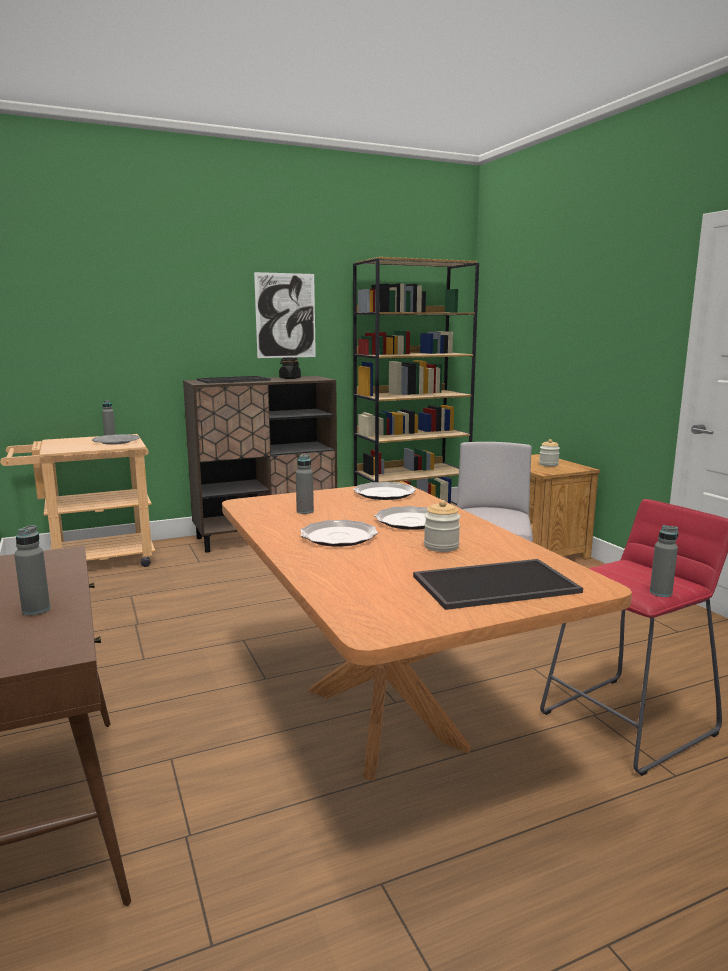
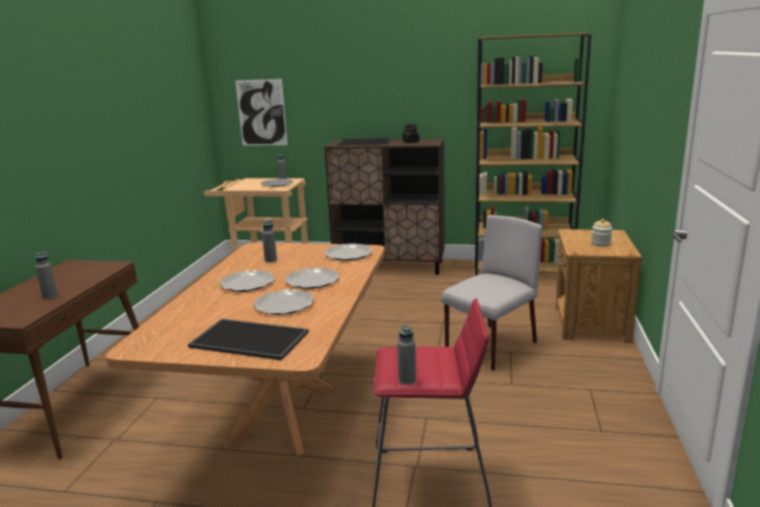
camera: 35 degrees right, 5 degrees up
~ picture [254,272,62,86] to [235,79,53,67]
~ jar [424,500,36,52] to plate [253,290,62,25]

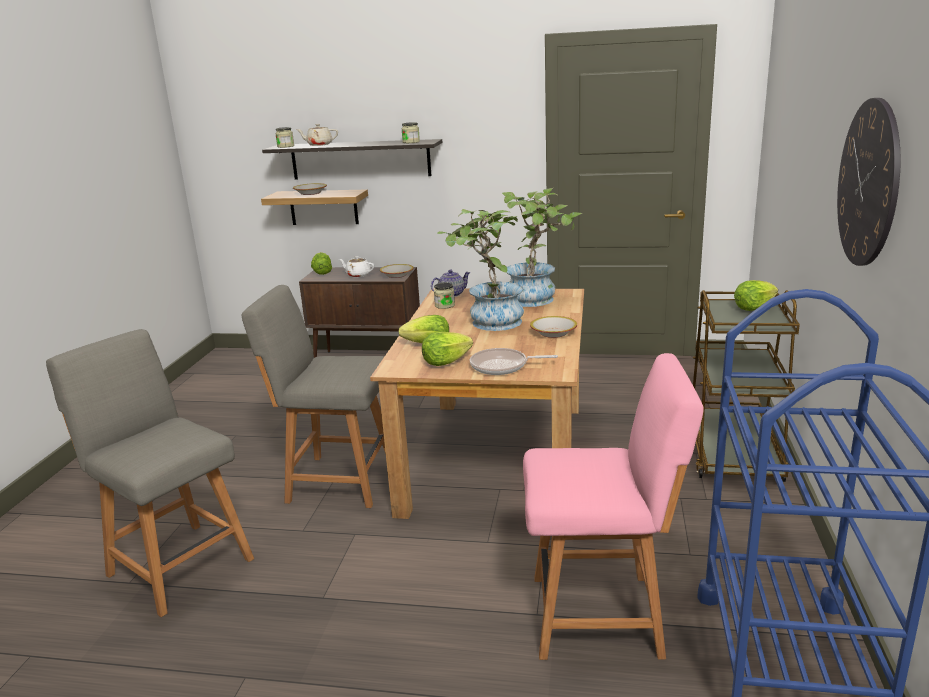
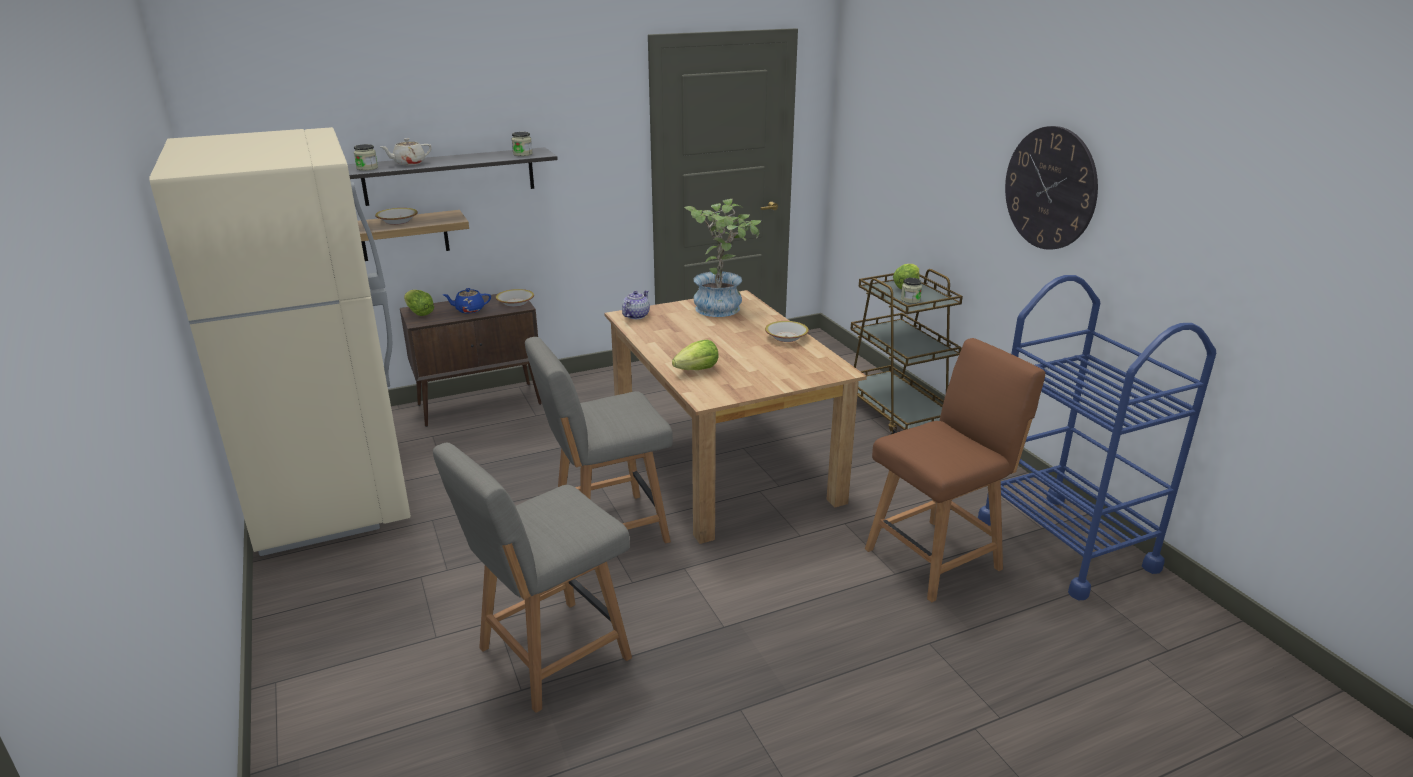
camera: 35 degrees left, 5 degrees up
~ chair (grey) [46,329,208,288] = [433,442,199,271] 45 degrees counterclockwise
~ teapot (white) [339,256,35,22] to teapot (blue) [443,288,48,25]
- lettuce [422,332,51,34]
~ jar [434,283,21,26] to [901,278,21,25]
- potted plant [437,209,87,122]
- frying pan [470,348,88,27]
~ chair (pink) [523,353,181,307] to chair (brown) [865,338,180,264]
+ fridge (beige) [149,127,262,429]

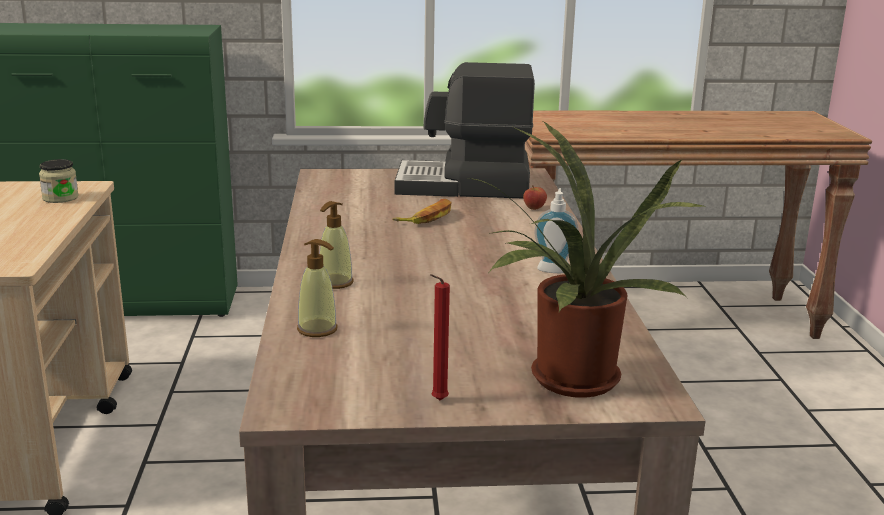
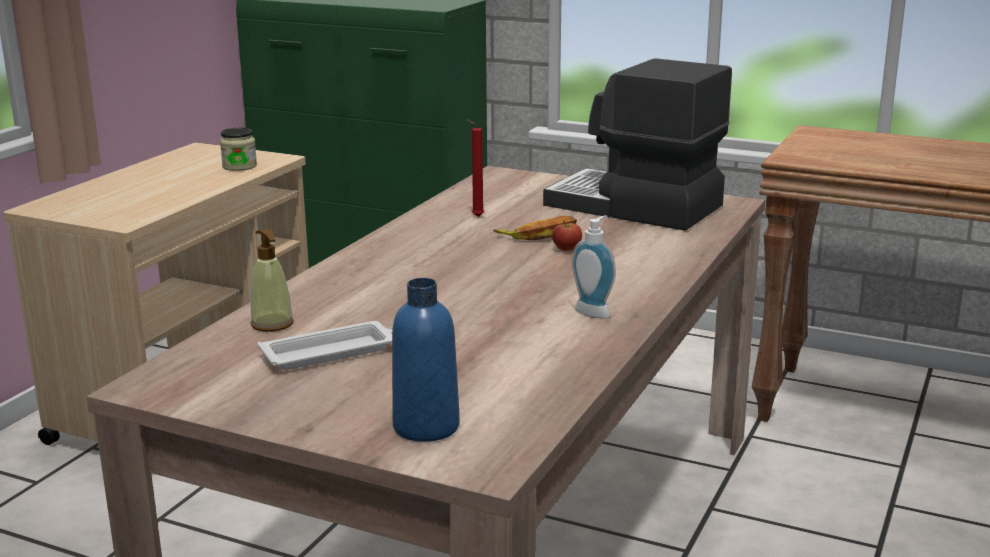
camera: 30 degrees right, 0 degrees up
- soap dispenser [319,201,34,88]
~ candle (red) [430,274,20,126] to [466,119,18,98]
~ potted plant [468,120,238,278] to bottle (blue) [392,278,68,164]
~ apple [523,185,24,25] to [552,220,30,31]
+ tray (white) [258,321,134,49]

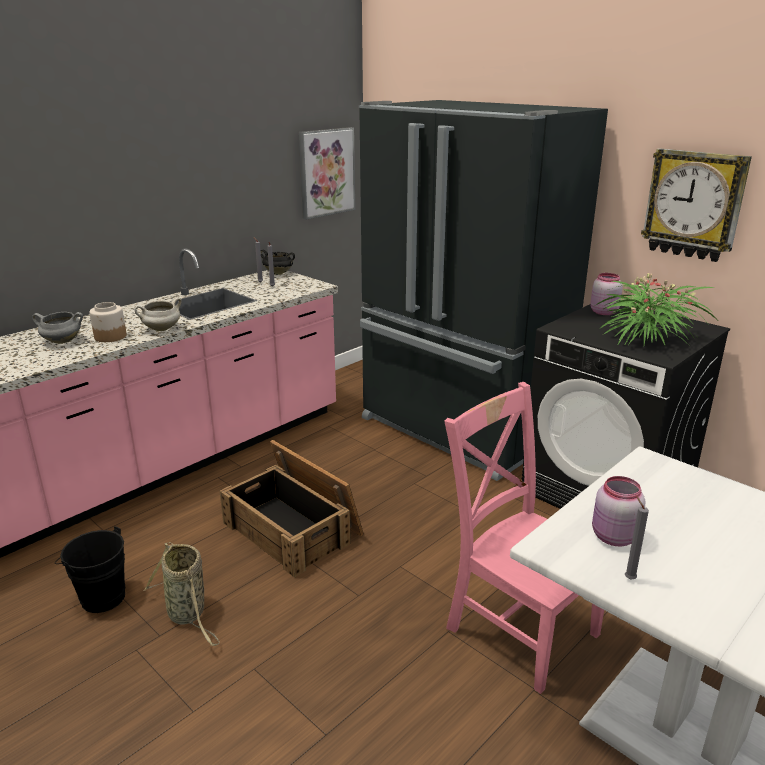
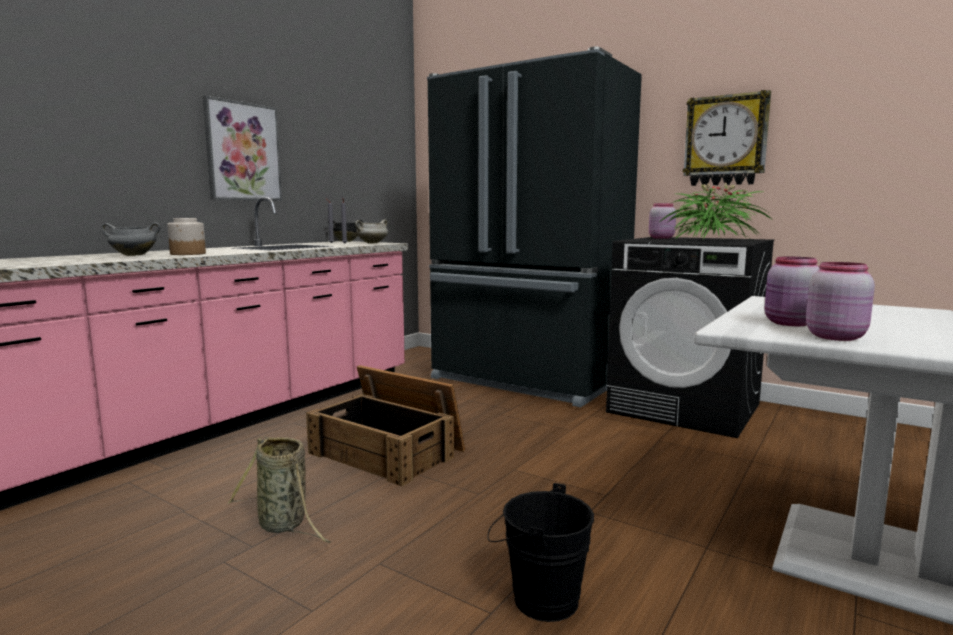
camera: 10 degrees left, 15 degrees down
~ bucket (black) [55,526,70,87] to [487,483,107,139]
~ cooking pot (white) [134,298,48,33] to [355,219,33,25]
~ picture [299,127,56,93] to [203,96,79,105]
- chair (pink) [444,382,160,312]
~ candle (grey) [625,496,24,83] to jar (pink) [806,262,69,79]

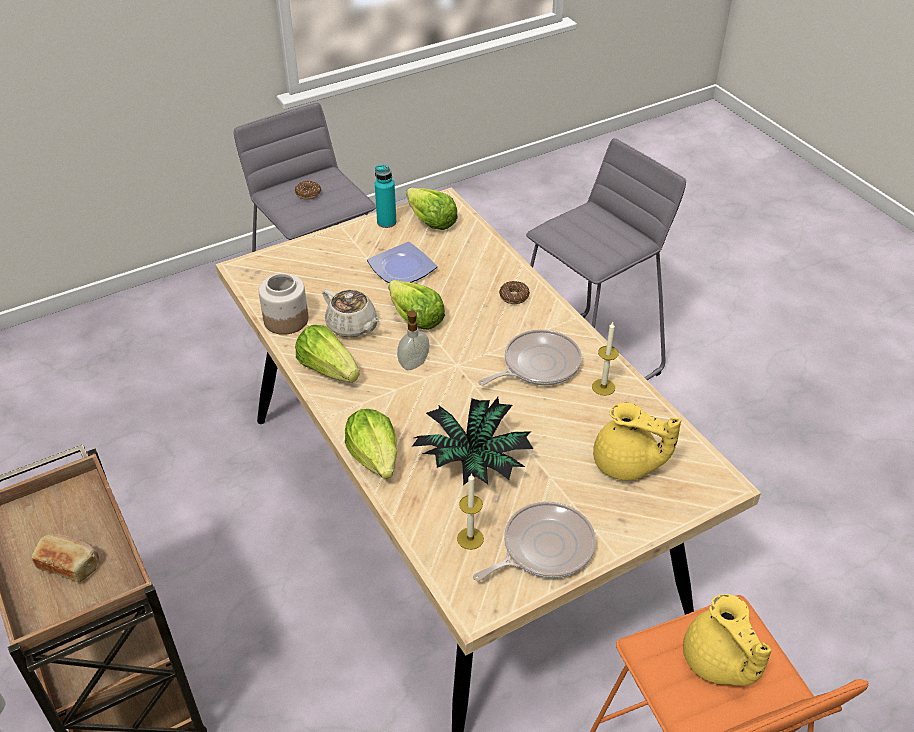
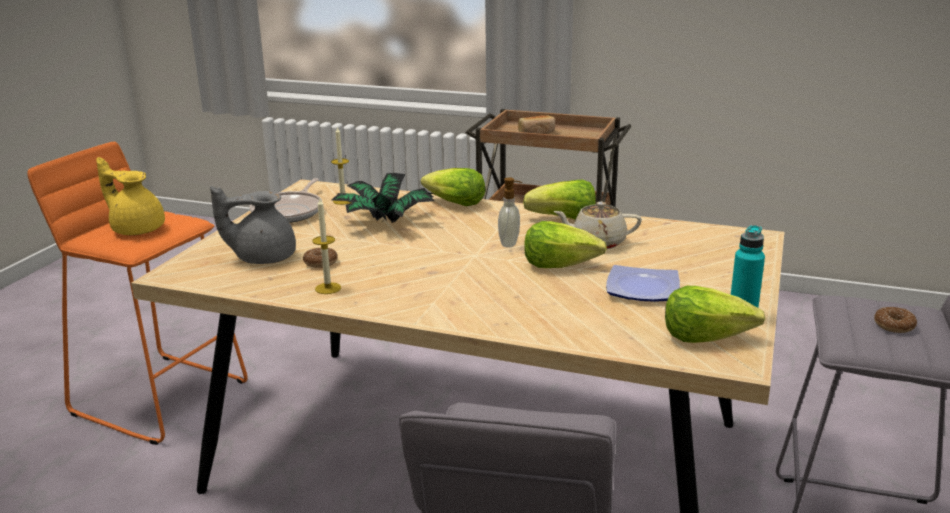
camera: 140 degrees right, 20 degrees down
- jar [259,273,49,62]
- frying pan [478,329,104,56]
~ donut [499,281,31,23] to [303,248,35,20]
~ teapot (yellow) [593,402,88,78] to teapot (grey) [210,186,86,78]

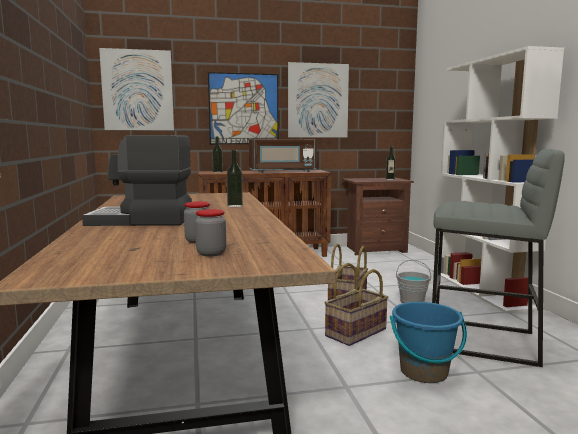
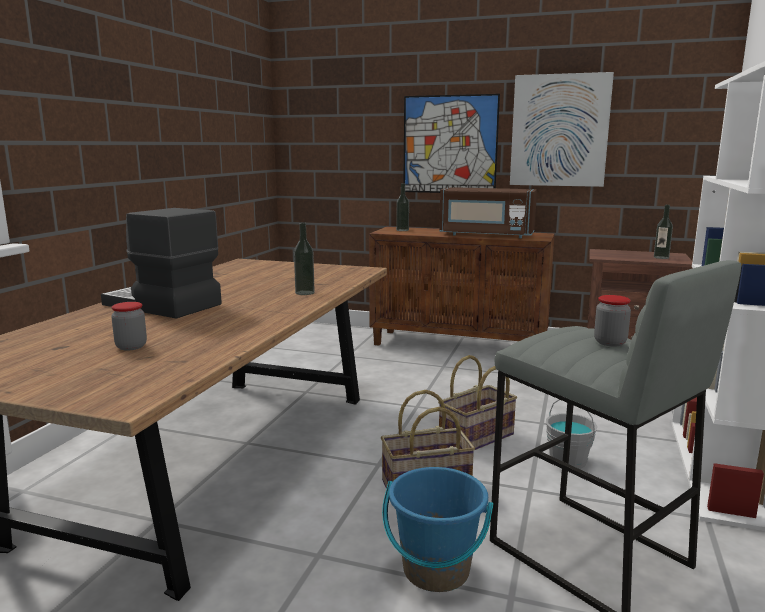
camera: 30 degrees right, 5 degrees up
- picture [99,48,75,82]
~ jar [195,209,31,47] to [594,295,37,51]

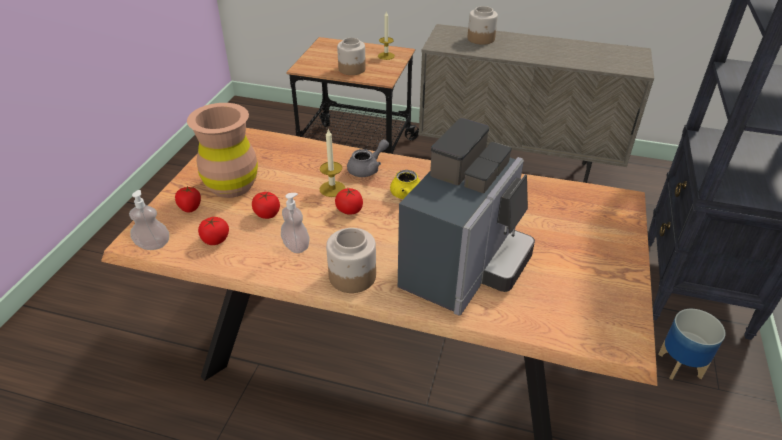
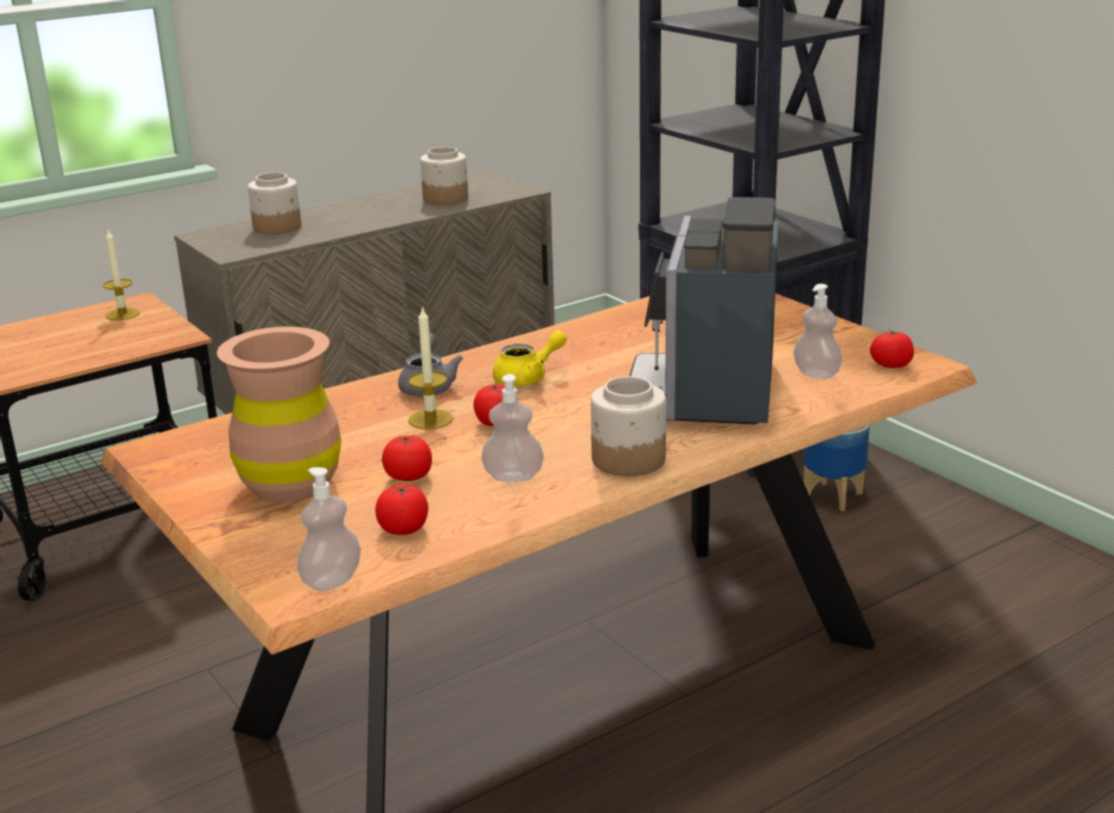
camera: 50 degrees left, 15 degrees down
~ tomato [175,186,26,26] to [870,329,44,39]
~ jar [337,38,29,37] to [420,147,48,58]
~ coffee machine [398,118,137,198] = [629,197,149,227] 150 degrees counterclockwise
+ soap dispenser [793,284,49,95]

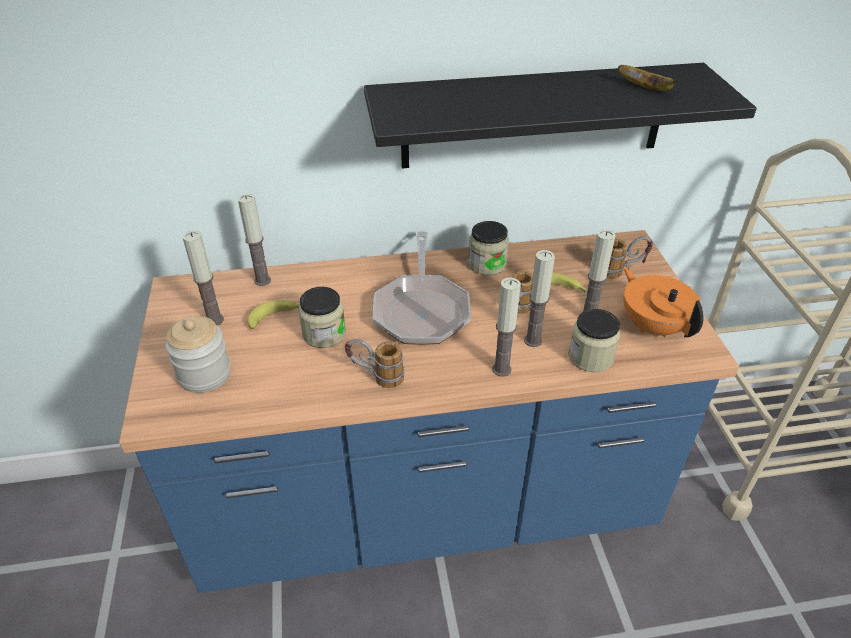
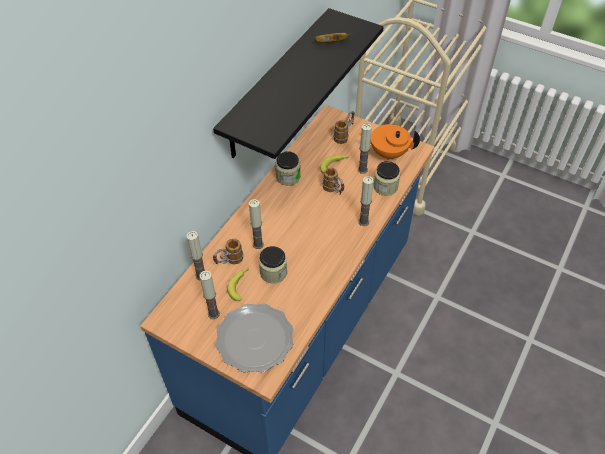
camera: 50 degrees left, 10 degrees up
~ jar [165,316,66,77] to plate [215,304,78,69]
~ mug [345,339,59,49] to [213,239,30,25]
- frying pan [373,231,98,114]
~ candle [524,250,31,97] to [249,199,15,50]

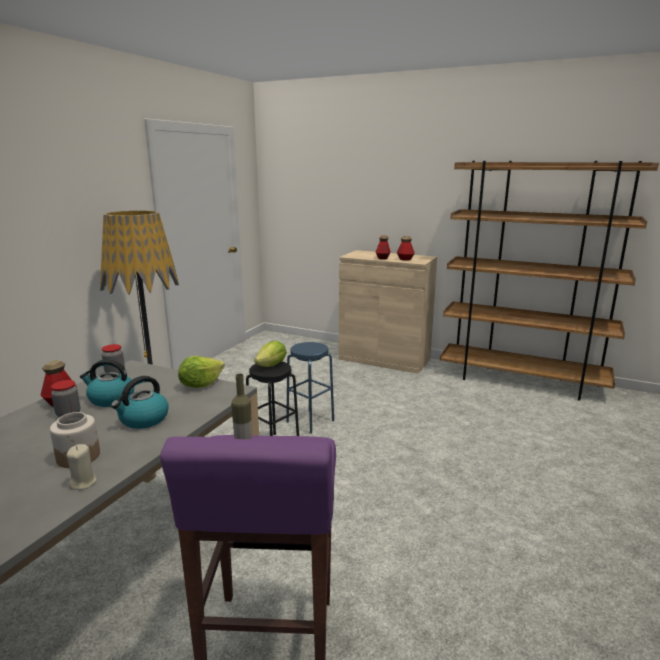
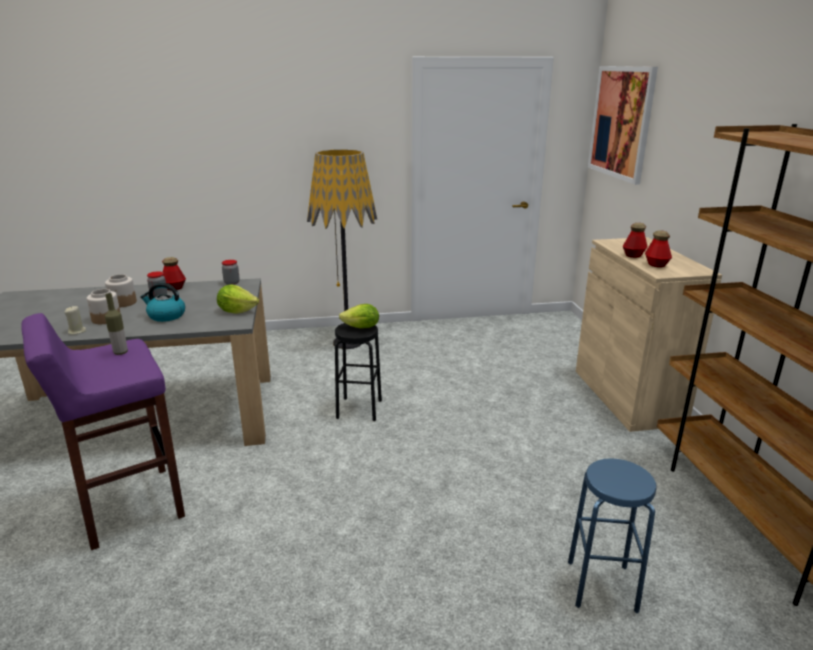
camera: 55 degrees right, 5 degrees up
- kettle [80,359,54,48]
~ stool (blue) [286,342,48,92] to [568,458,89,156]
+ jar [105,274,32,34]
+ picture [588,66,70,119]

